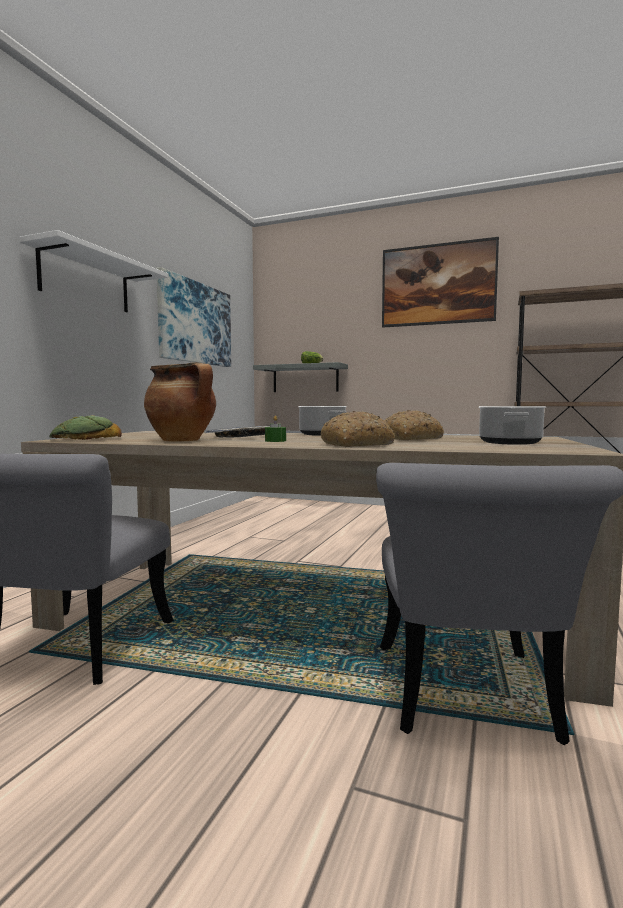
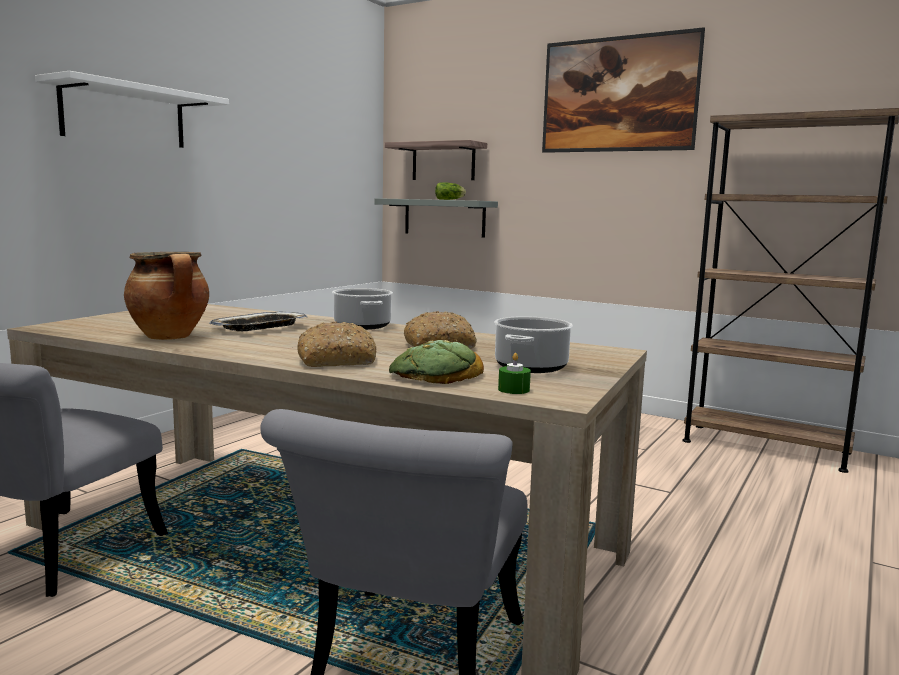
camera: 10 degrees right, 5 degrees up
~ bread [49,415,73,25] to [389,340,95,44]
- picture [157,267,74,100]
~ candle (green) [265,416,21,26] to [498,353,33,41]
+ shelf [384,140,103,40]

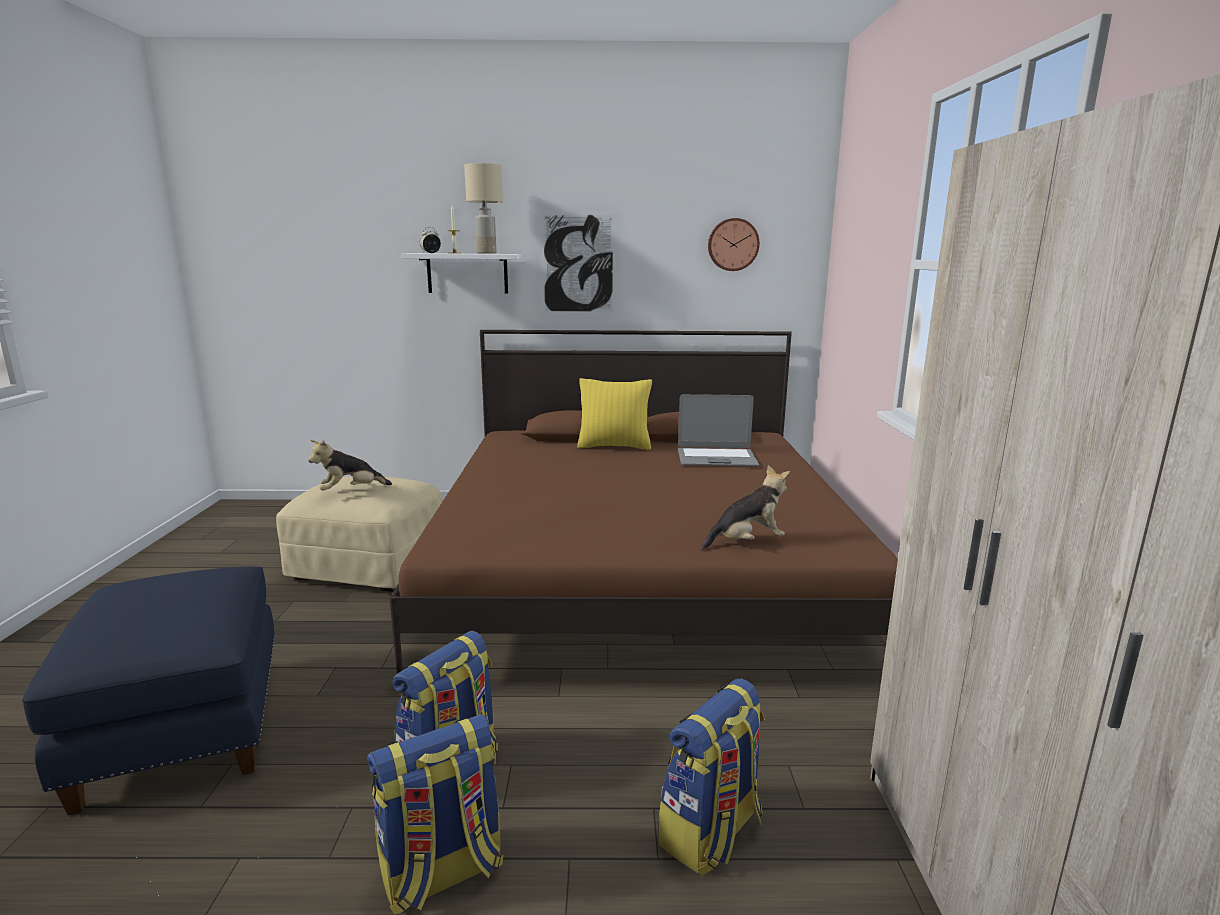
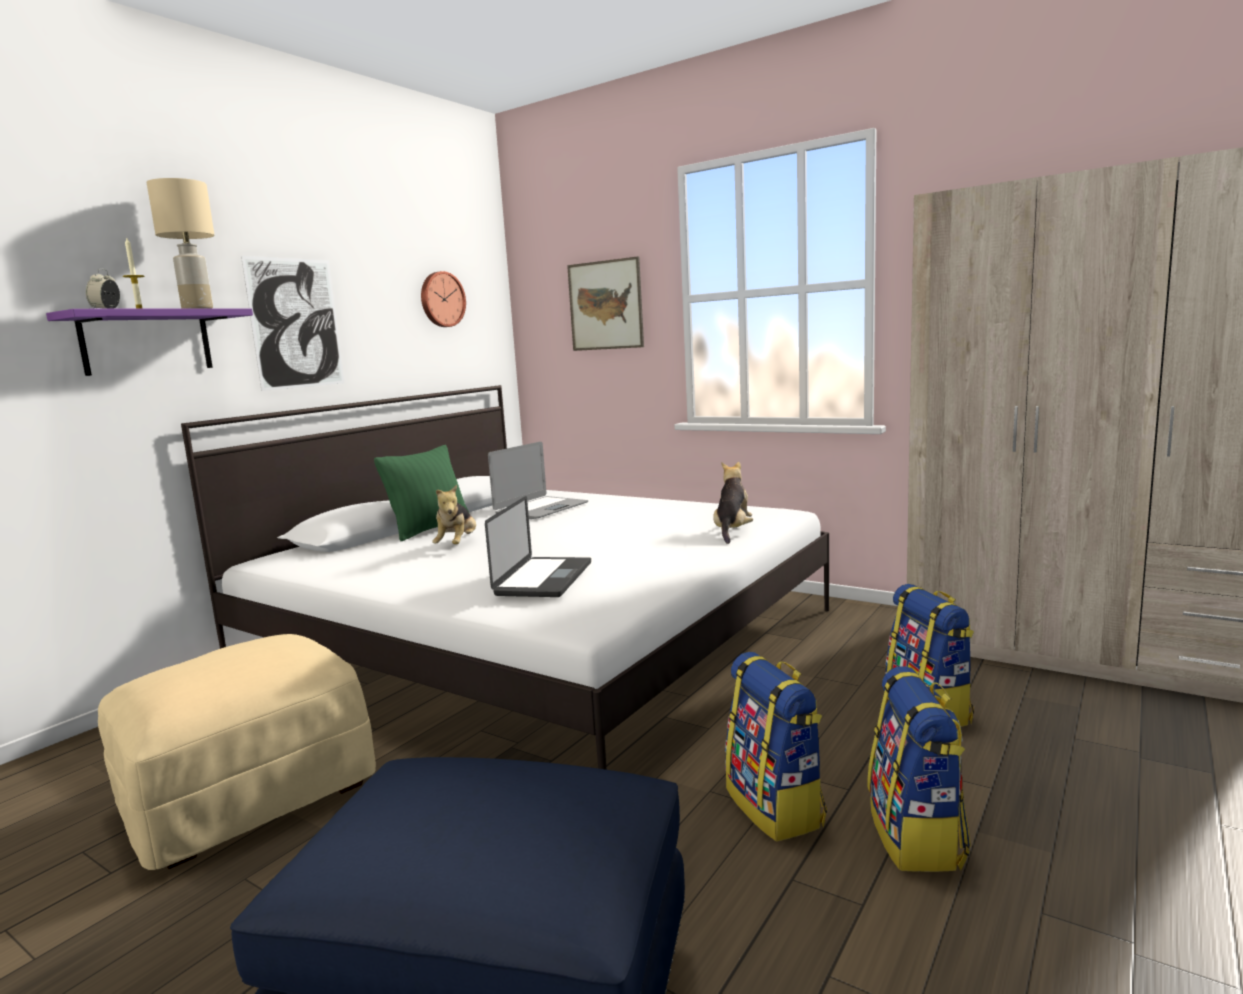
camera: 55 degrees left, 5 degrees down
~ plush toy [308,440,84,51] to [432,485,44,59]
~ bed (brown) [389,330,509,343] to bed (white) [181,385,648,384]
~ shelf (white) [401,253,120,41] to shelf (purple) [46,308,207,68]
~ pillow (yellow) [577,378,75,72] to pillow (green) [374,445,95,96]
+ laptop [485,496,106,101]
+ picture [567,256,77,95]

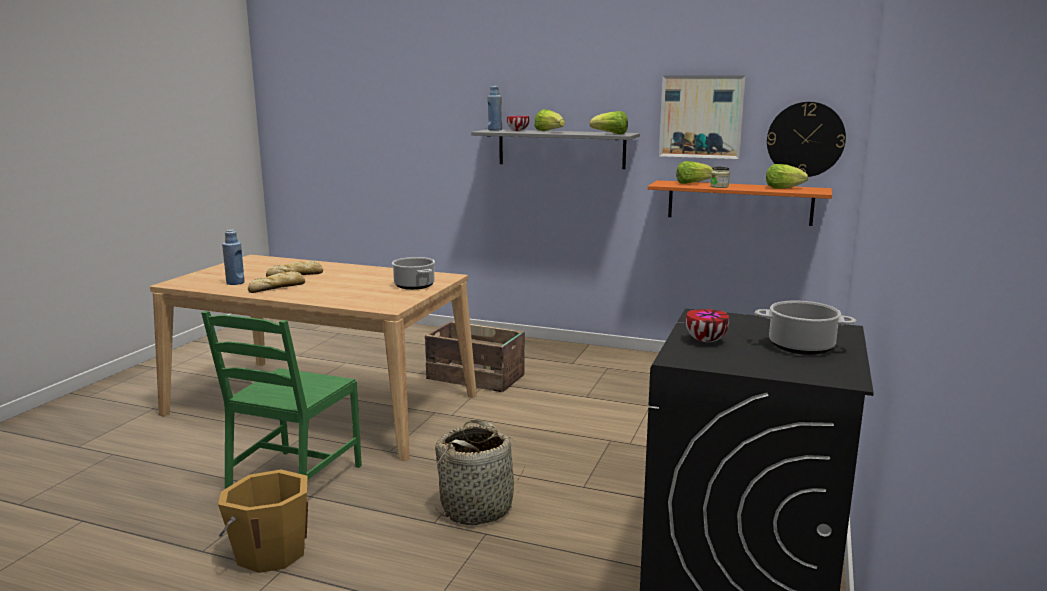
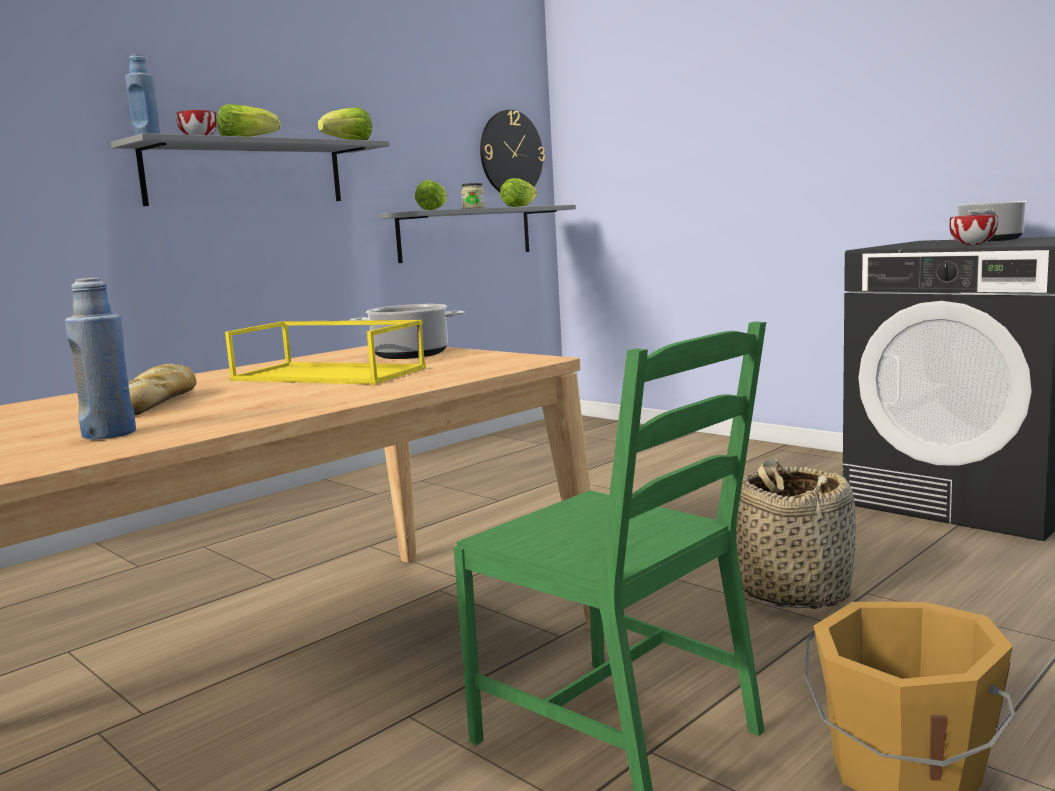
camera: 65 degrees left, 5 degrees down
- bread [248,271,57,22]
- crate [425,321,100,71]
~ shelf (orange) [648,180,184,46] to shelf (grey) [379,205,197,58]
- picture [659,75,87,84]
+ tray (yellow) [225,320,201,65]

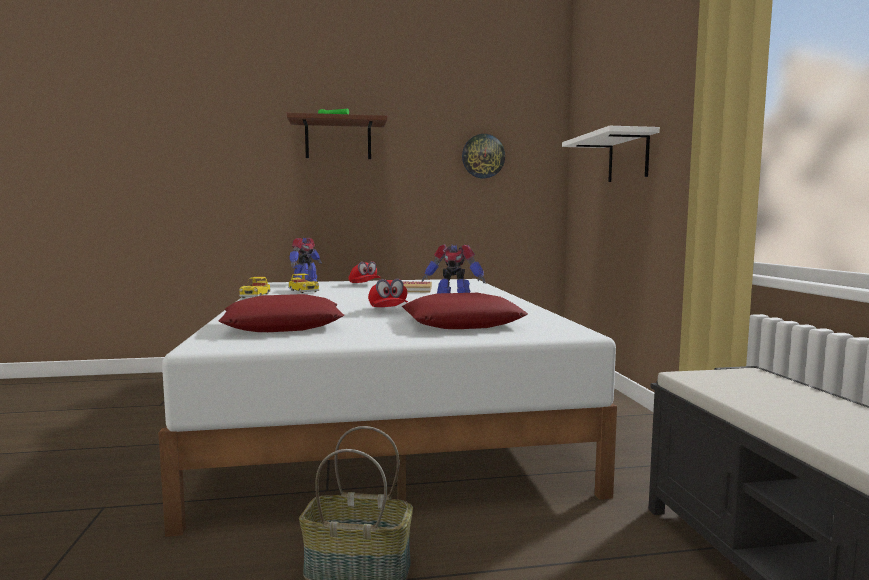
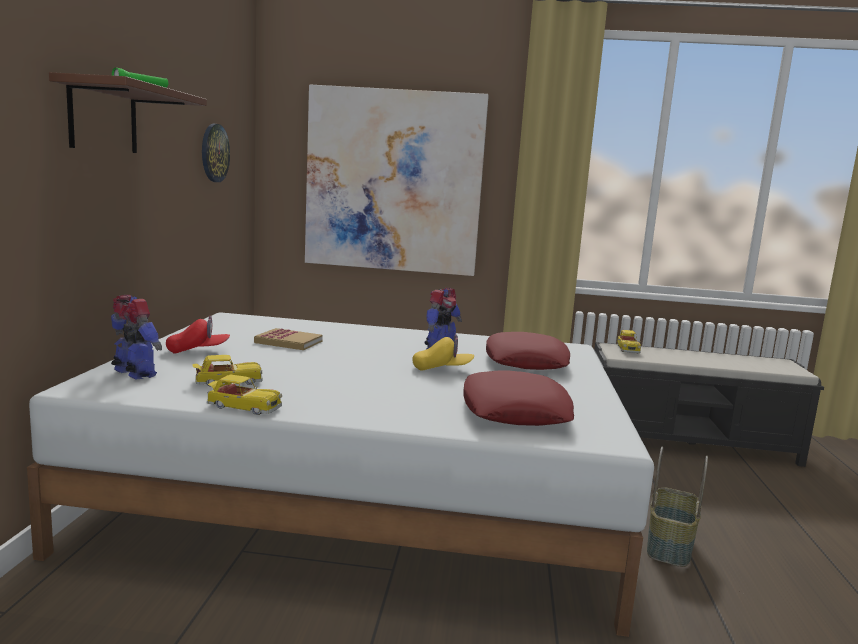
camera: 75 degrees left, 5 degrees up
~ cap (red) [368,279,40,28] to cap (yellow) [412,334,62,37]
~ shelf (white) [562,126,98,56] to picture [305,85,184,191]
+ toy car [617,330,24,23]

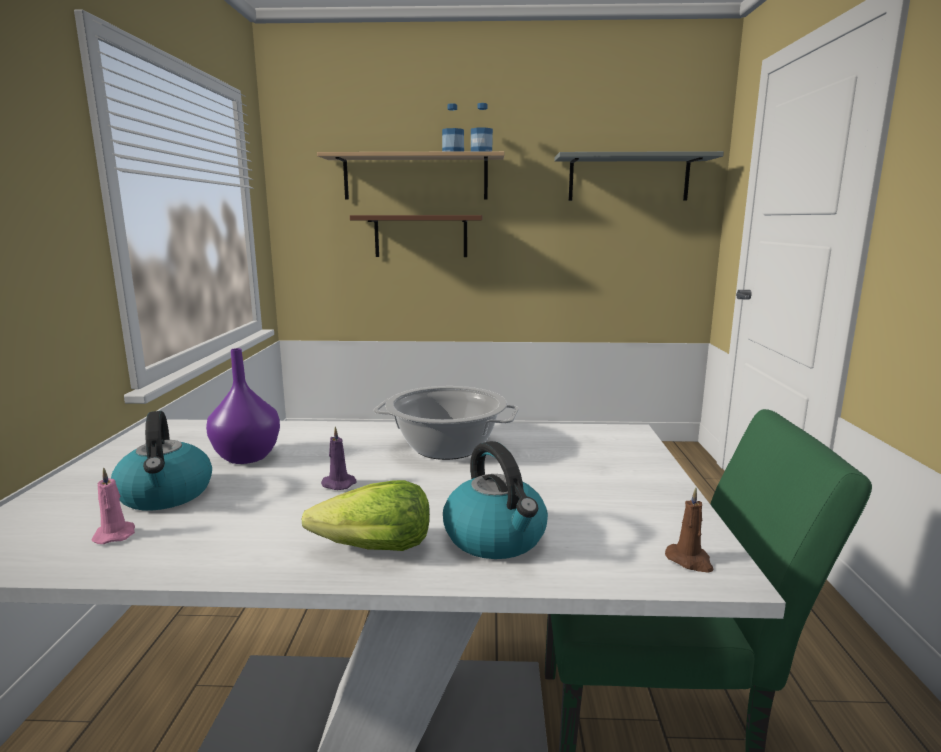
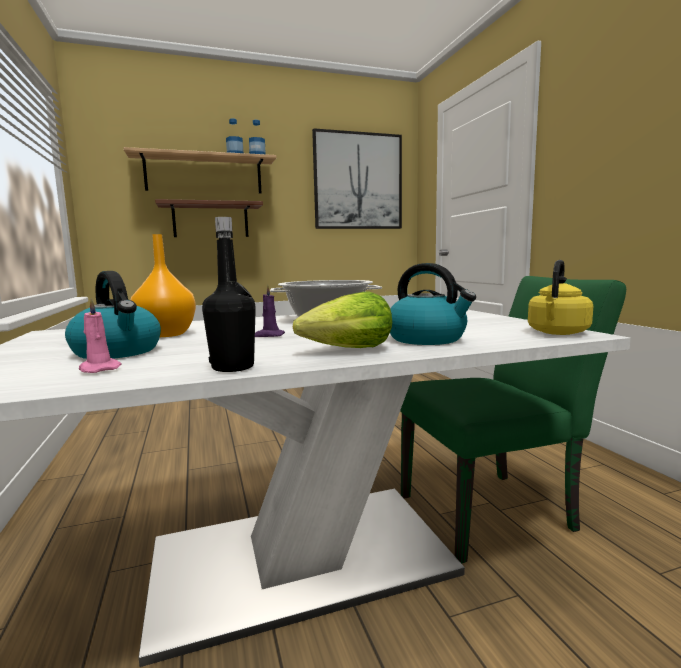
camera: 20 degrees left, 5 degrees down
~ vase (purple) [206,348,74,116] to vase (orange) [131,234,65,103]
~ shelf (grey) [554,151,170,50] to picture [312,128,90,101]
~ candle (brown) [665,488,49,85] to kettle (yellow) [528,260,65,75]
+ bottle (black) [202,217,54,155]

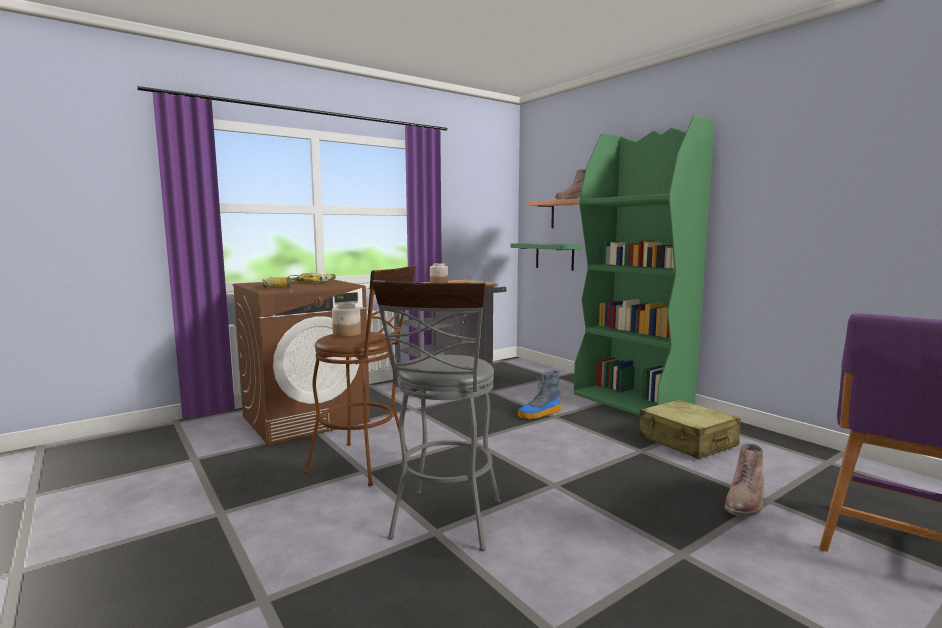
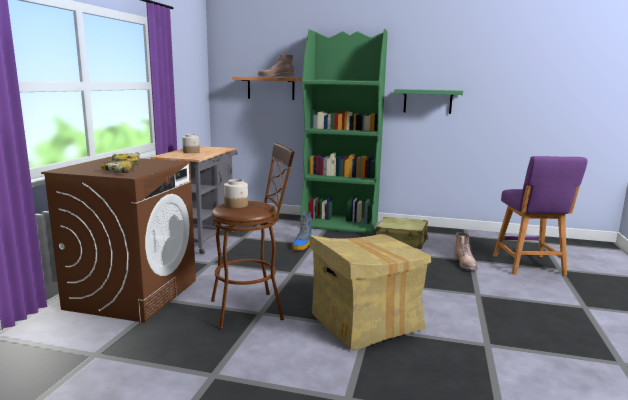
camera: 40 degrees left, 5 degrees up
~ stool (grey) [372,280,128,271] to cardboard box [309,234,122,116]
~ shelf (green) [510,243,72,28] to [394,89,69,25]

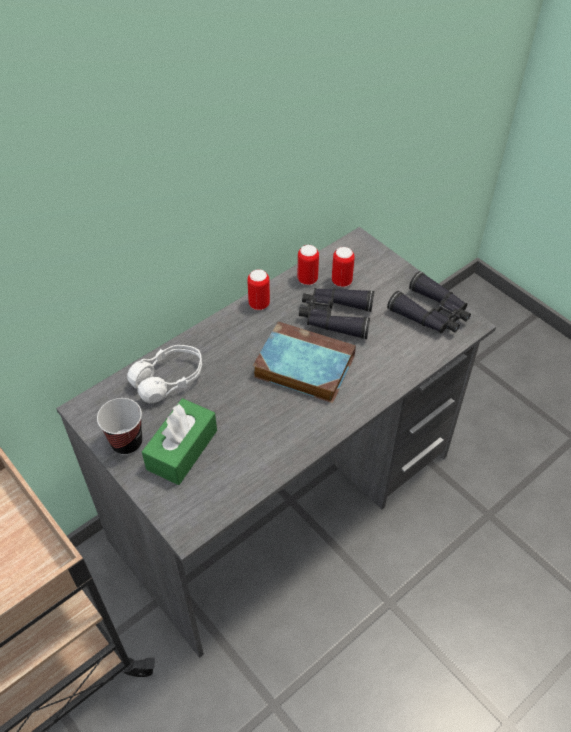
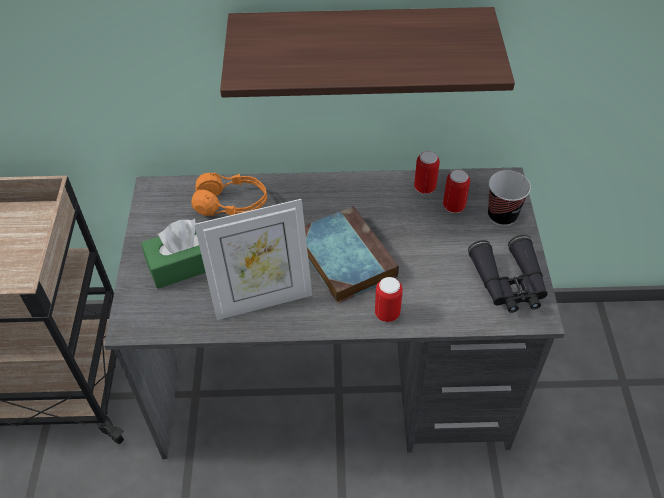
camera: 40 degrees right, 0 degrees up
~ cup [97,398,45,57] to [488,170,43,56]
~ headphones (white) [127,345,75,58] to headphones (orange) [191,173,76,43]
~ can [247,269,23,41] to [375,277,28,45]
- binoculars (black) [299,288,75,51]
+ picture frame [194,199,118,121]
+ shelf [220,7,295,91]

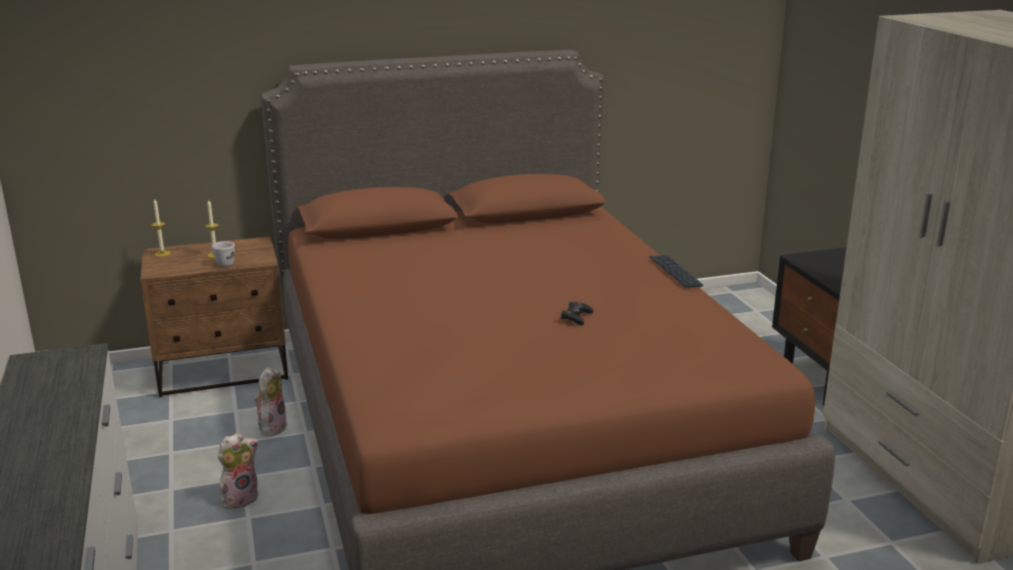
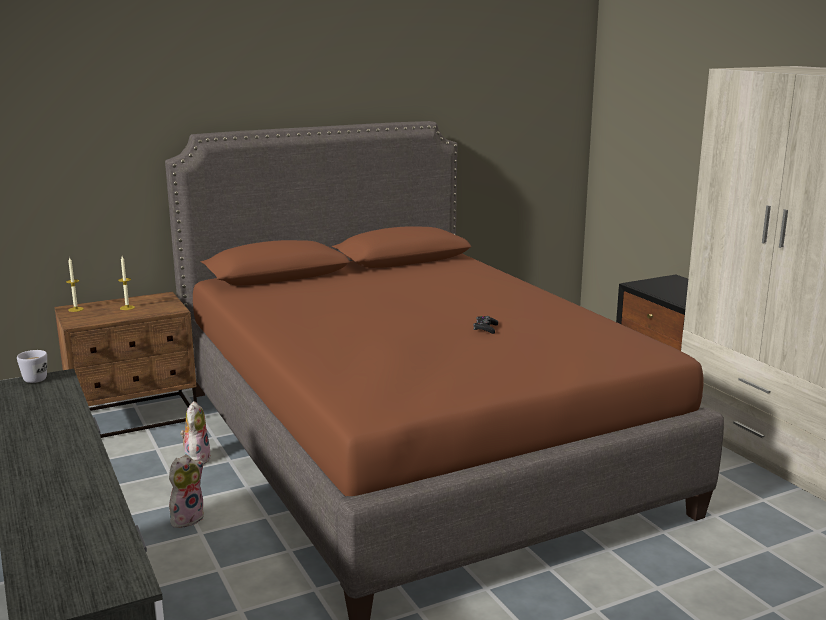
camera: 10 degrees left, 5 degrees down
~ mug (white) [212,241,23,26] to [17,350,30,33]
- keyboard [649,255,54,33]

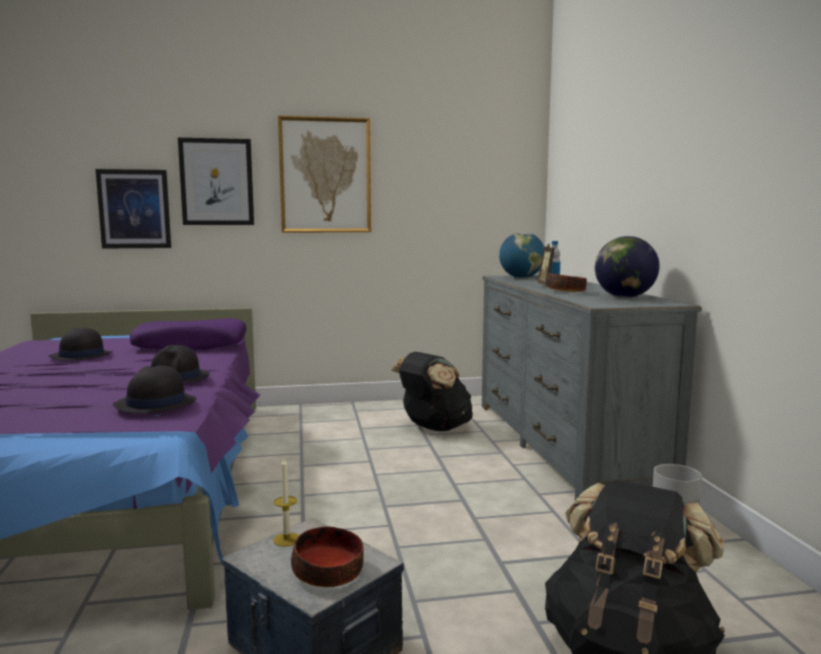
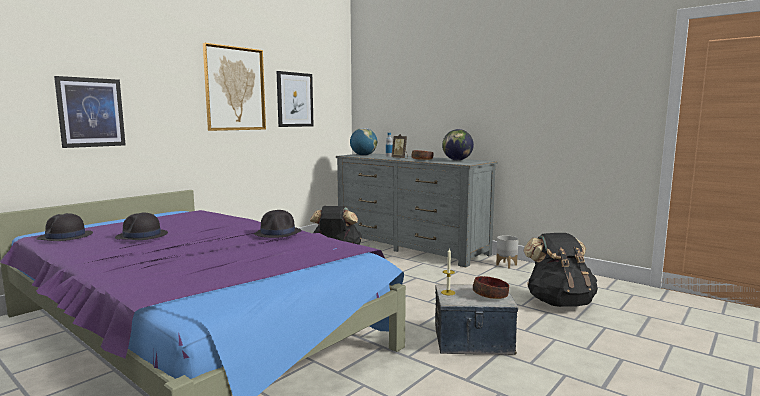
camera: 40 degrees left, 0 degrees up
~ hat (black) [113,365,83,48] to [37,213,56,28]
- pillow (purple) [130,318,116,32]
~ picture [178,138,76,87] to [277,71,37,56]

